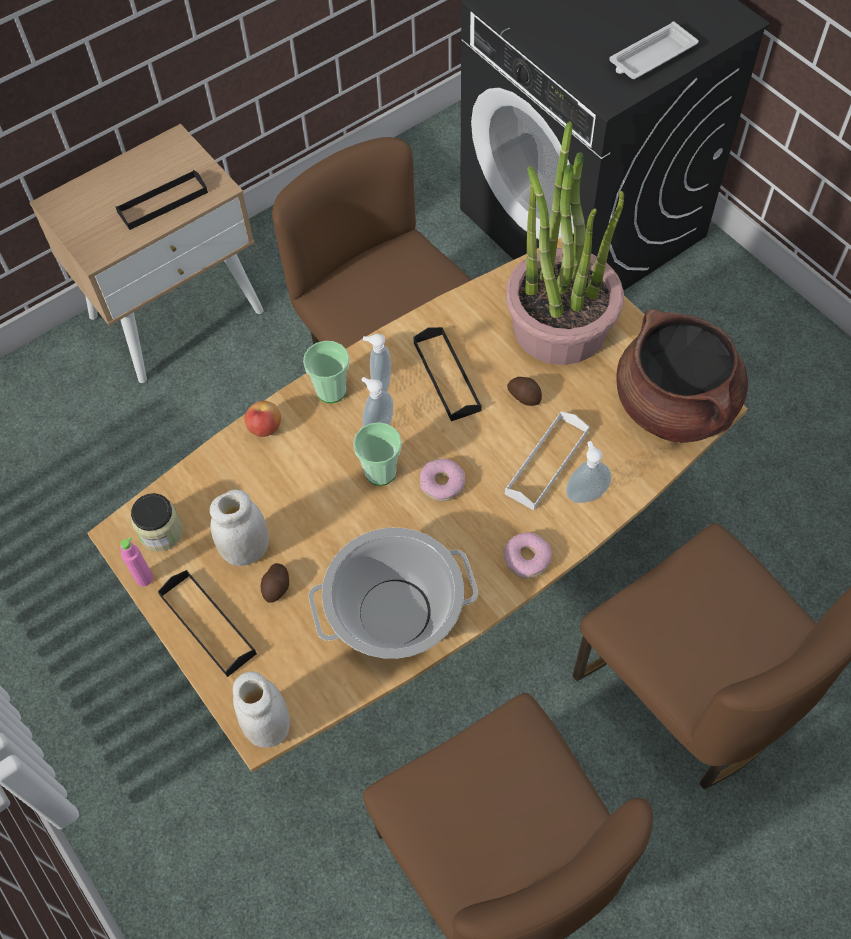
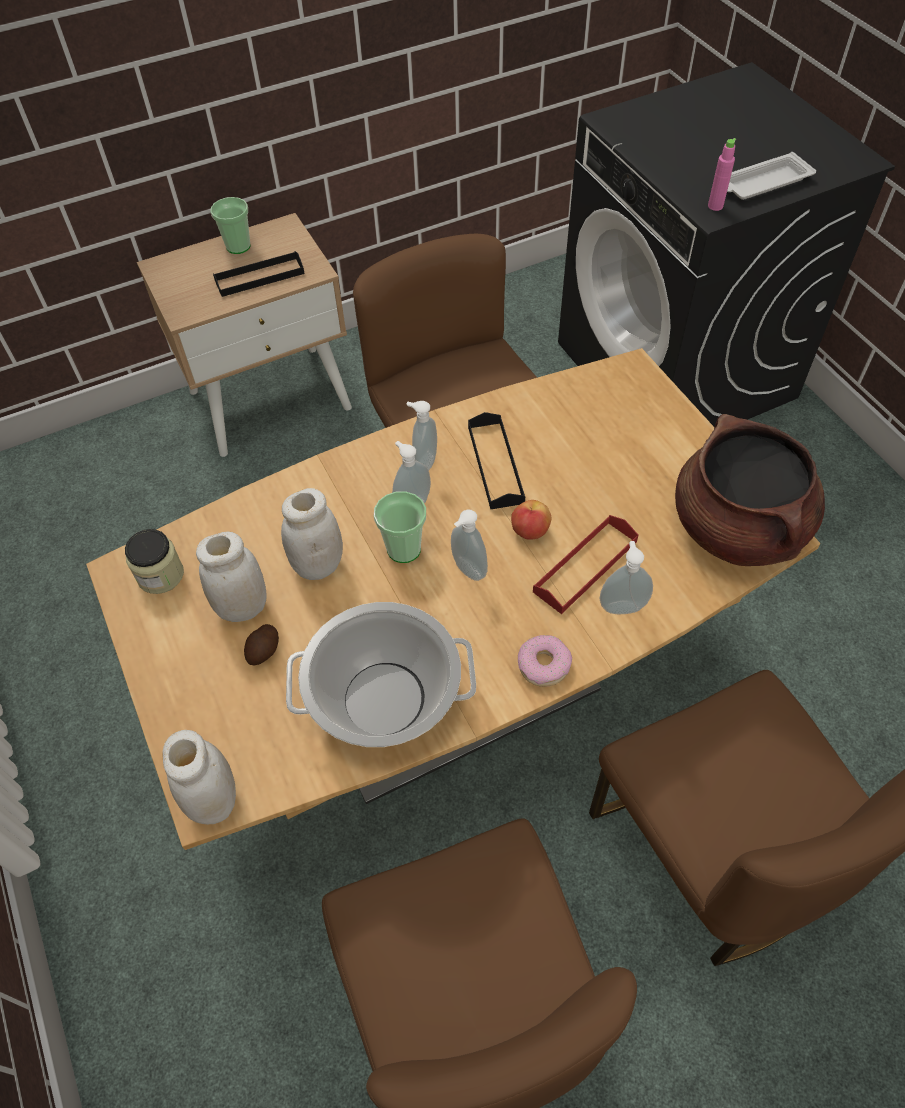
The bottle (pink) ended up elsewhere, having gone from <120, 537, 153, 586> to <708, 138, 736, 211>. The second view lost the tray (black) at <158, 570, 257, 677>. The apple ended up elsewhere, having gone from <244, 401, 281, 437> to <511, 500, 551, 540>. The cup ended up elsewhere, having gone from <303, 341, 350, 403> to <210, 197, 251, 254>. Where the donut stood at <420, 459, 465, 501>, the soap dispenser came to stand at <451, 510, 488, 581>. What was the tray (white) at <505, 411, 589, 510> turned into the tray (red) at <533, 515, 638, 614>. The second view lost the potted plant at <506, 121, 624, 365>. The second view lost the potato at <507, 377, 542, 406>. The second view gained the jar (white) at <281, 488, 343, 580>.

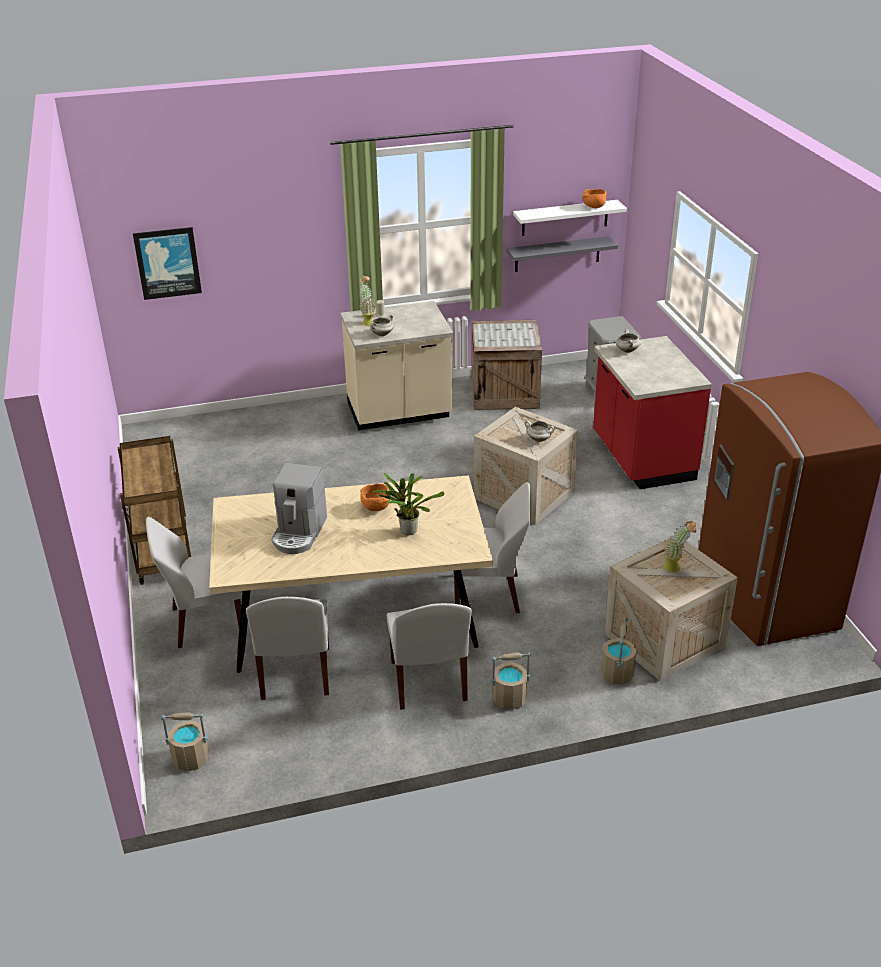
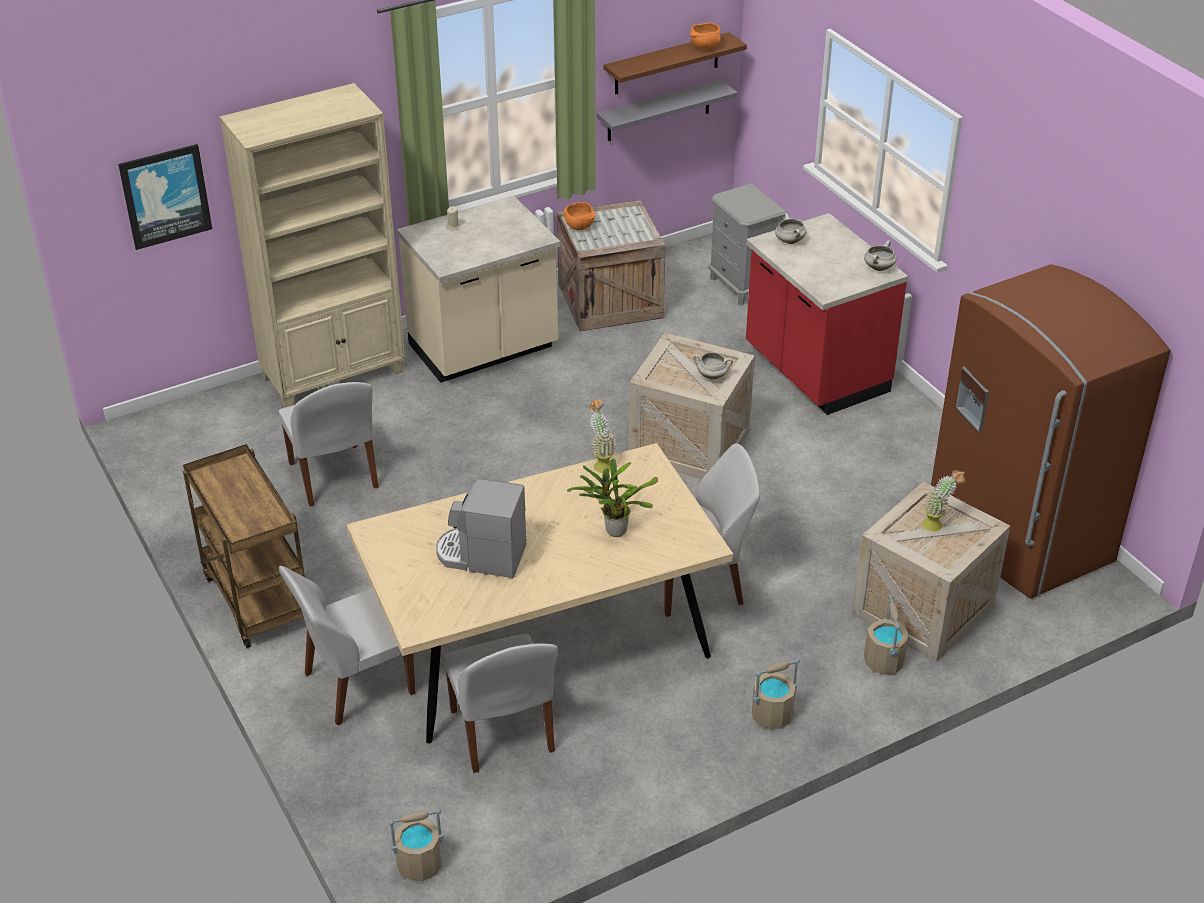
The coffee machine at <271, 463, 327, 554> ended up facing another way, 105 degrees clockwise from before. The potted plant ended up elsewhere, having gone from <359, 276, 376, 326> to <589, 399, 616, 473>. The bowl (orange) ended up elsewhere, having gone from <360, 484, 390, 511> to <563, 202, 595, 230>. The cooking pot (white) ended up elsewhere, having gone from <370, 315, 394, 336> to <864, 240, 897, 271>. The chair (white) ended up elsewhere, having gone from <387, 603, 472, 710> to <279, 382, 379, 507>. What was the shelf (white) at <513, 200, 627, 236> turned into the shelf (brown) at <604, 32, 747, 94>. The second view gained the bookcase (beige) at <220, 83, 405, 408>.

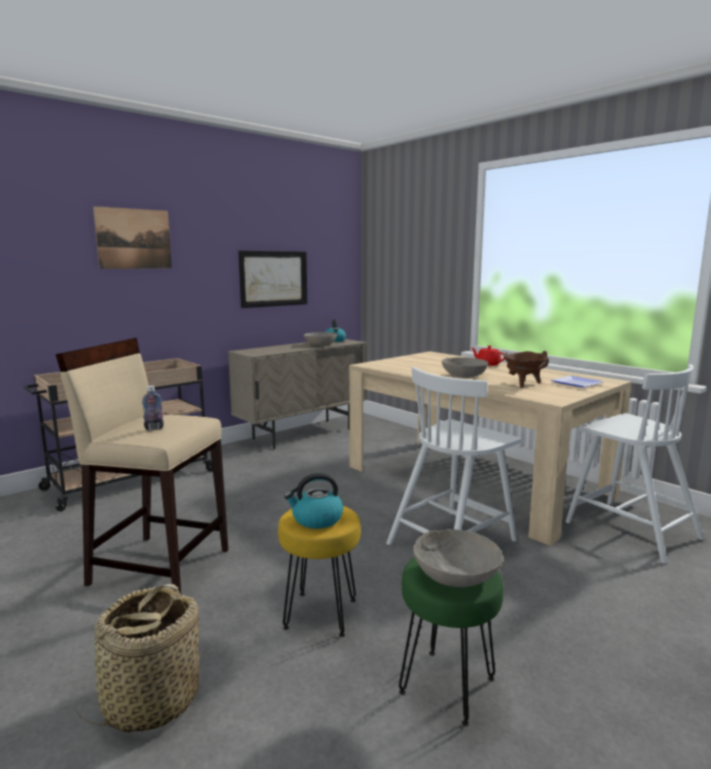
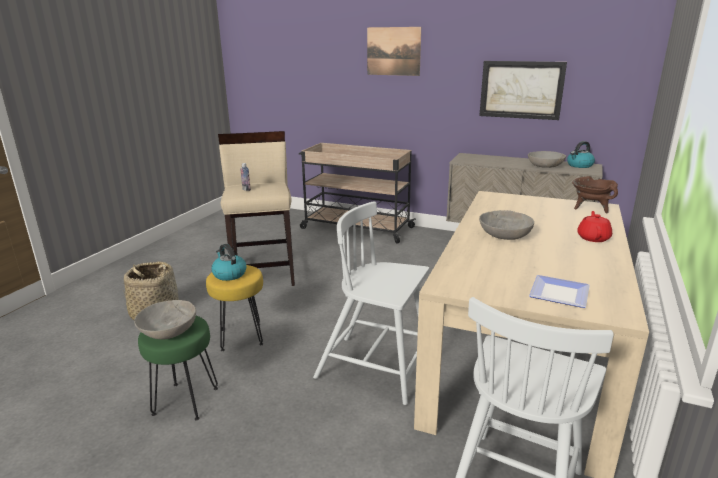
The cooking pot (brown) ended up elsewhere, having gone from <503, 351, 549, 388> to <572, 176, 618, 214>.

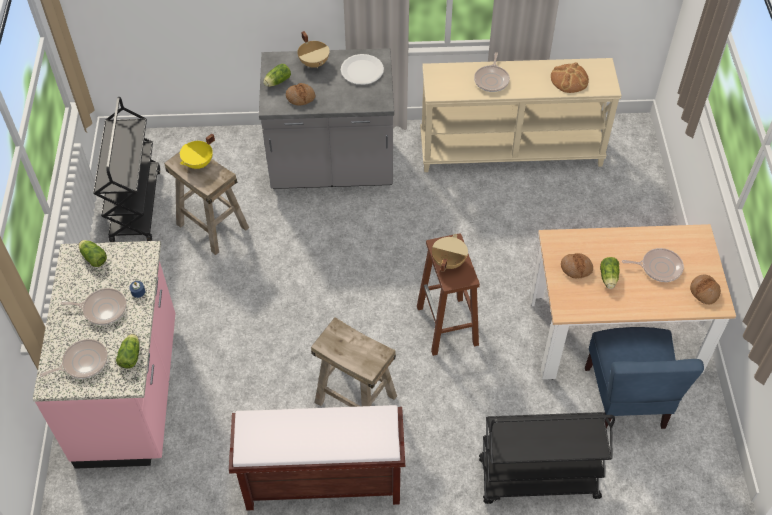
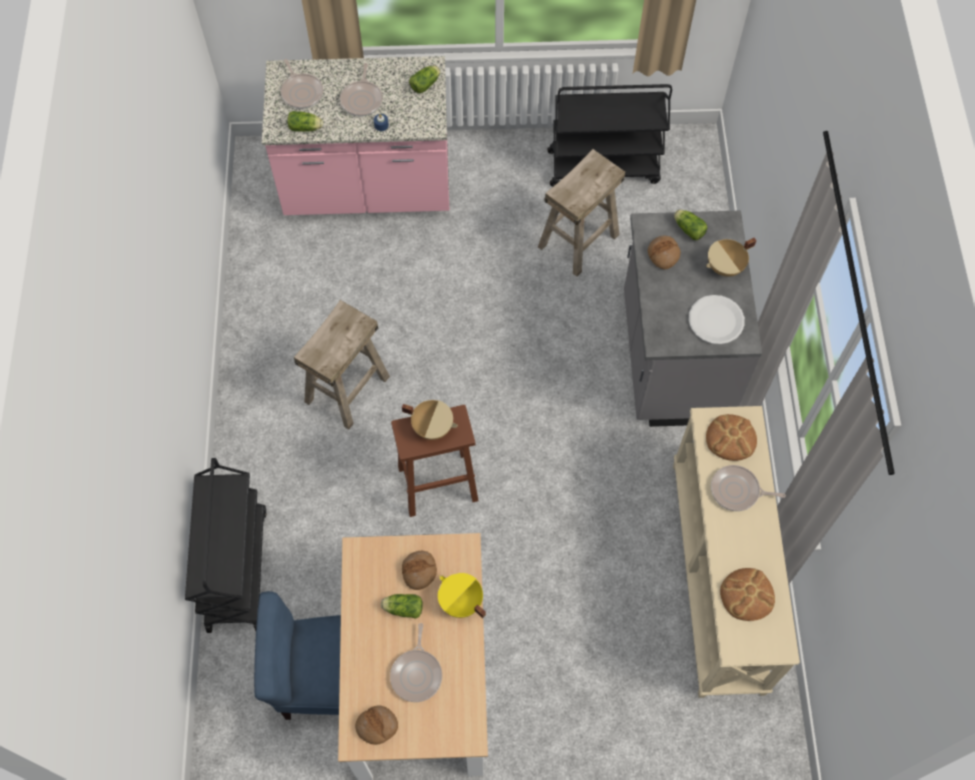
The cooking pot (yellow) ended up elsewhere, having gone from <180, 134, 215, 169> to <438, 573, 486, 618>. The second view lost the bench (brown) at <229, 405, 405, 510>. The second view gained the bread at <706, 414, 757, 461>.

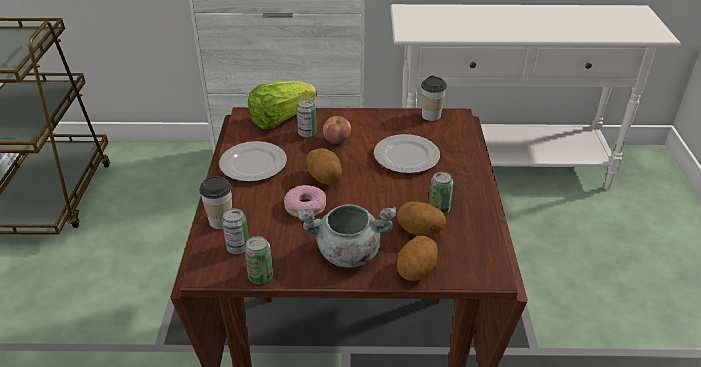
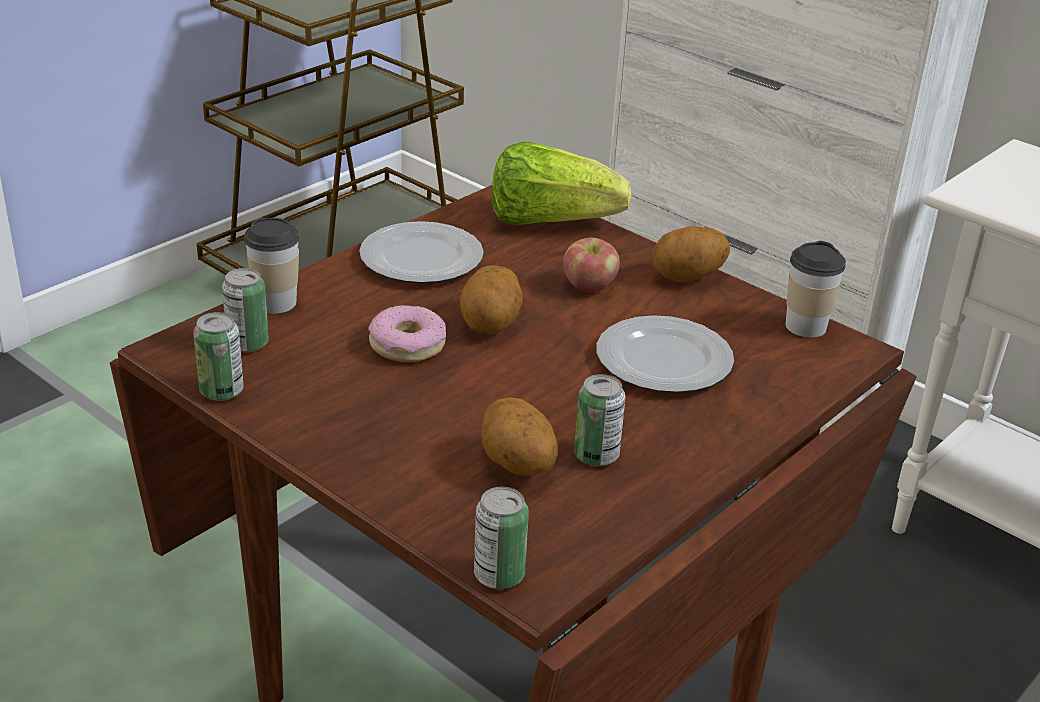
The can ended up elsewhere, having gone from <297, 99, 317, 138> to <474, 487, 529, 589>. The second view lost the cooking pot (grey) at <297, 204, 397, 267>. The potato ended up elsewhere, having gone from <397, 236, 438, 281> to <653, 226, 730, 282>.

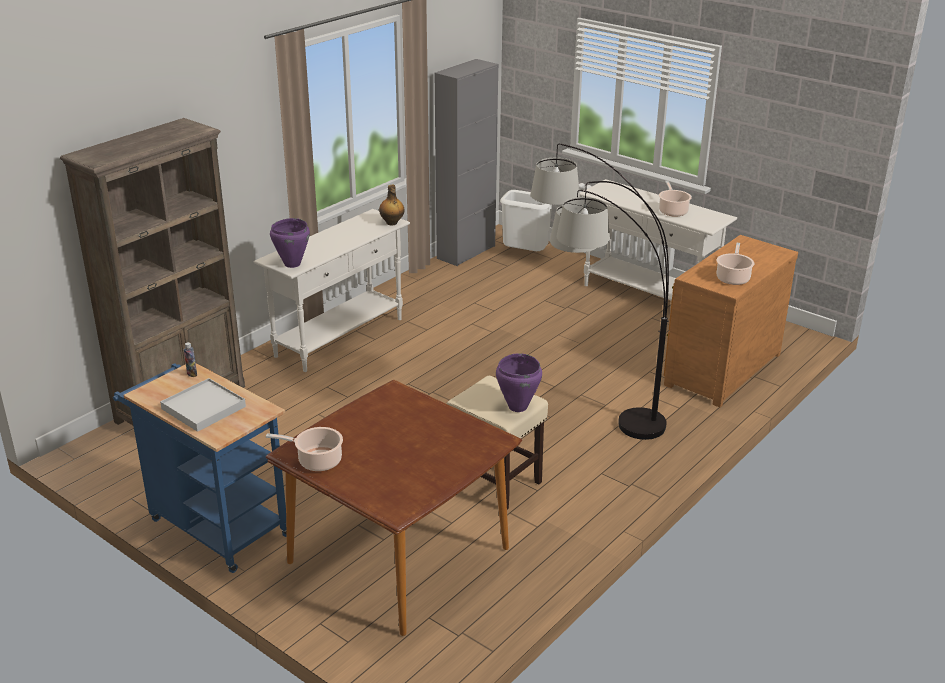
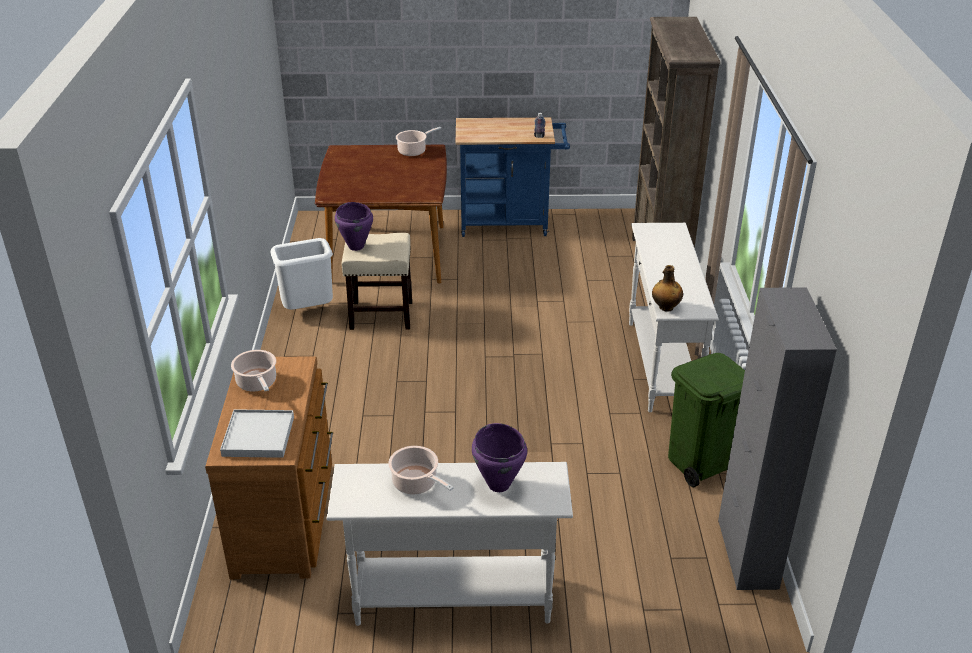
The tray (white) ended up elsewhere, having gone from <160, 378, 246, 432> to <220, 409, 294, 458>. The cooking pot (purple) ended up elsewhere, having gone from <270, 218, 310, 268> to <472, 423, 527, 492>. The trash can (white) ended up elsewhere, having gone from <500, 190, 552, 251> to <271, 238, 333, 310>. The second view lost the floor lamp at <531, 144, 669, 440>. The second view gained the trash can (green) at <668, 353, 745, 487>.

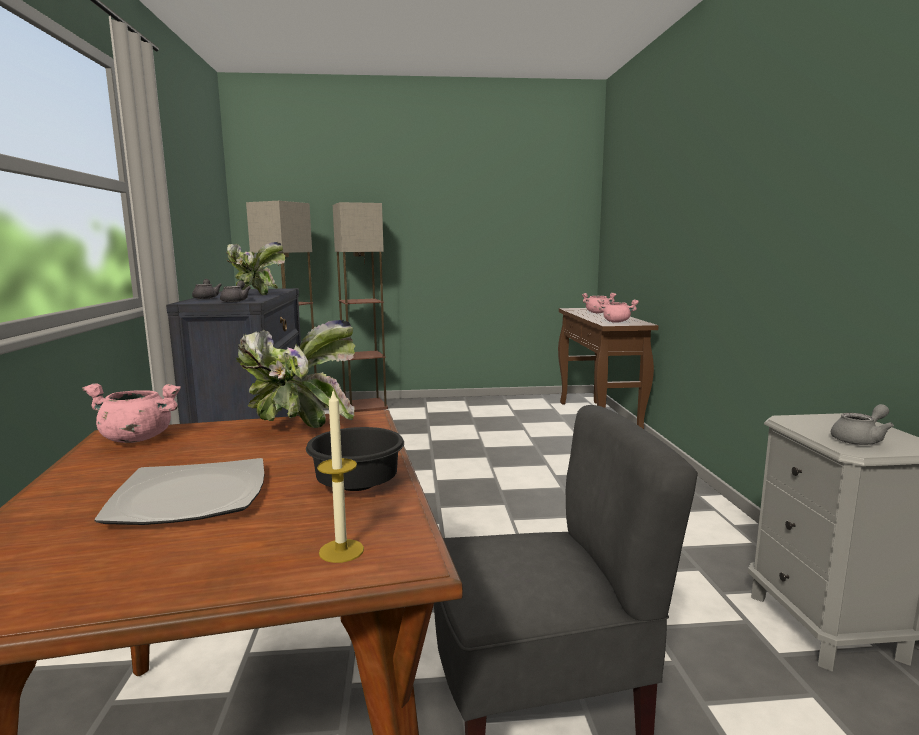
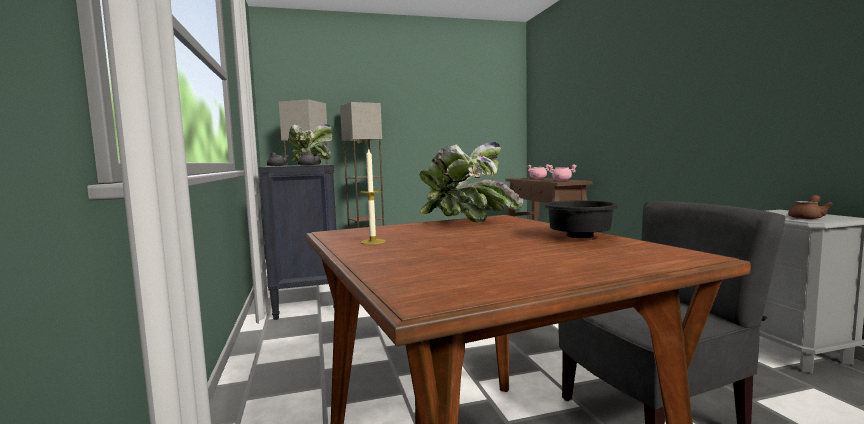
The second view lost the cooking pot (pink) at <82, 383, 181, 443>. The second view lost the plate at <94, 458, 264, 525>. The candle ended up elsewhere, having gone from <317, 389, 364, 563> to <360, 149, 386, 245>. What was the teapot (grey) at <831, 404, 894, 445> turned into the teapot (brown) at <788, 195, 833, 219>.

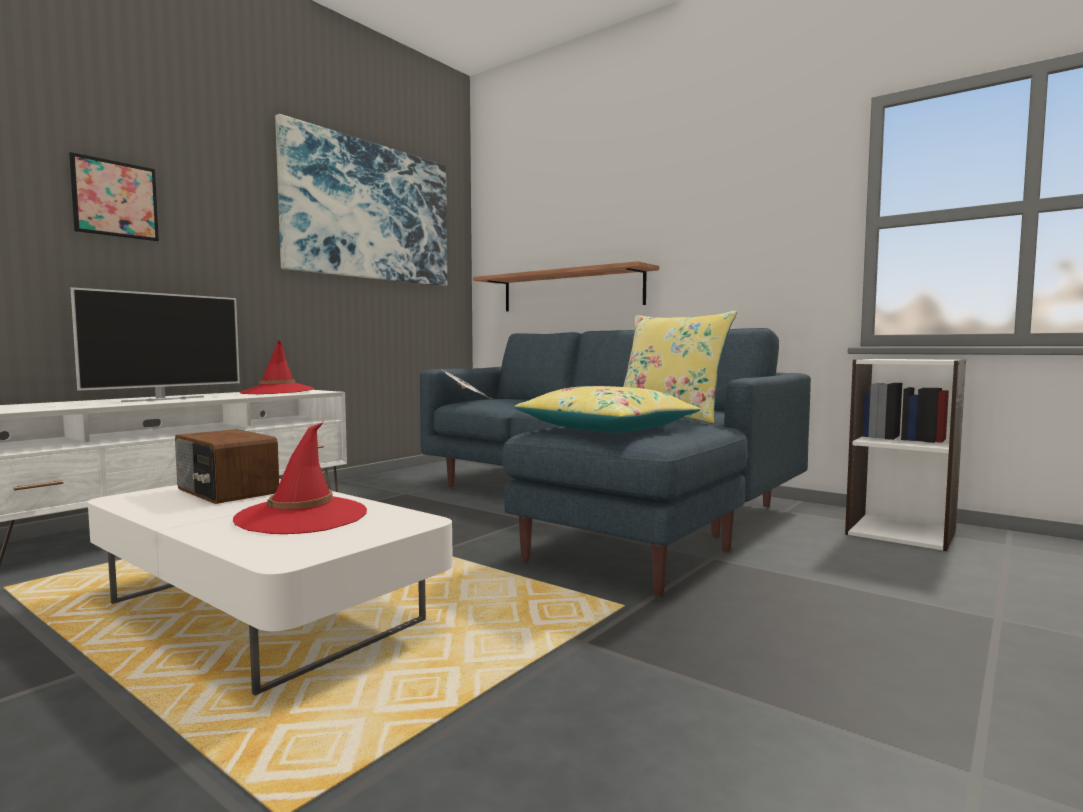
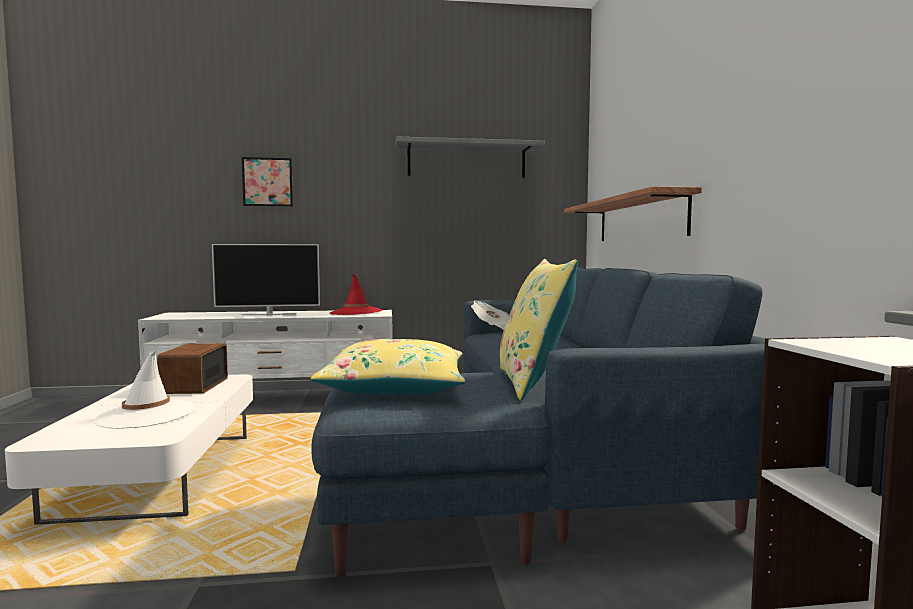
What was the hat (red) at <233, 422, 367, 534> turned into the hat (white) at <95, 351, 196, 429>. Where the picture hung at <275, 114, 447, 286>, the shelf (grey) came to hang at <396, 136, 545, 178>.

